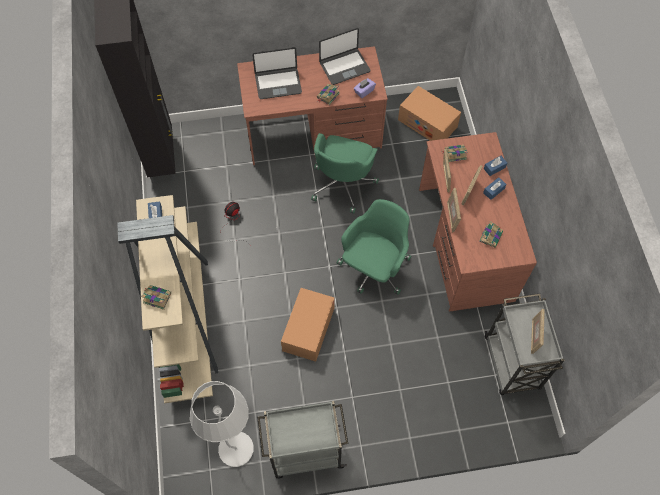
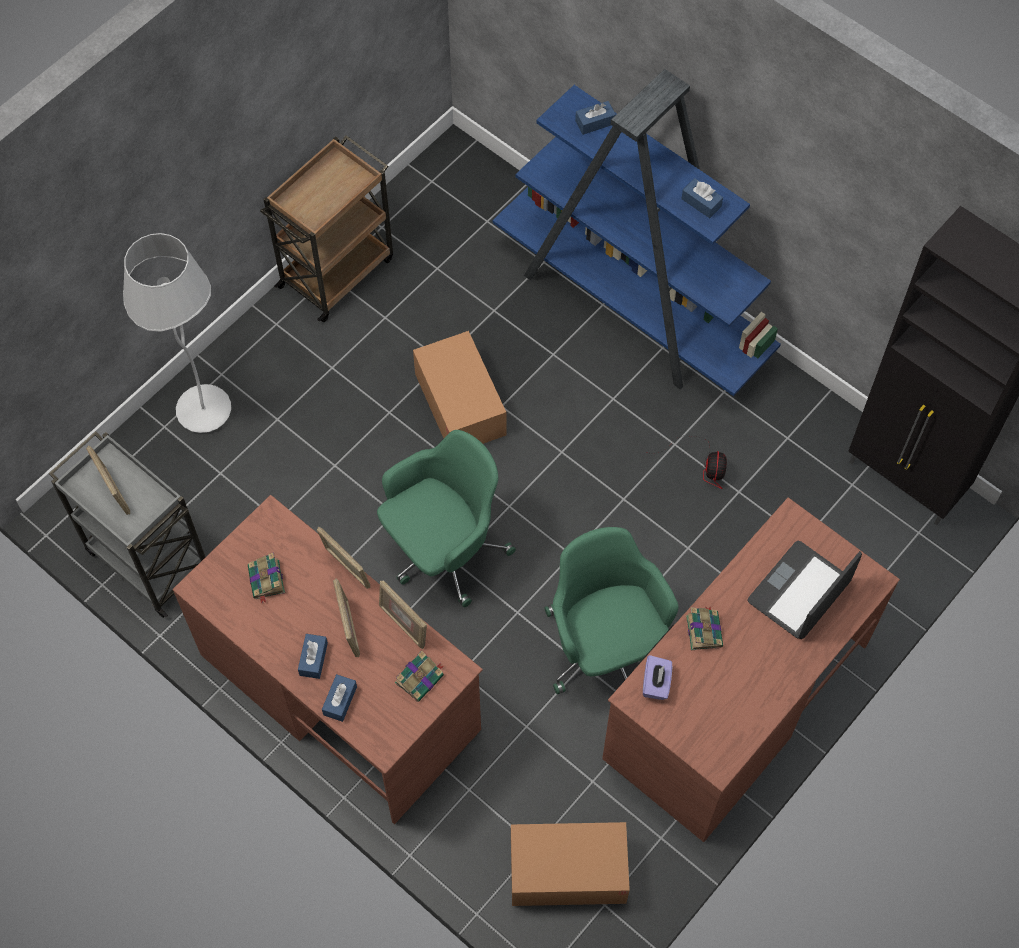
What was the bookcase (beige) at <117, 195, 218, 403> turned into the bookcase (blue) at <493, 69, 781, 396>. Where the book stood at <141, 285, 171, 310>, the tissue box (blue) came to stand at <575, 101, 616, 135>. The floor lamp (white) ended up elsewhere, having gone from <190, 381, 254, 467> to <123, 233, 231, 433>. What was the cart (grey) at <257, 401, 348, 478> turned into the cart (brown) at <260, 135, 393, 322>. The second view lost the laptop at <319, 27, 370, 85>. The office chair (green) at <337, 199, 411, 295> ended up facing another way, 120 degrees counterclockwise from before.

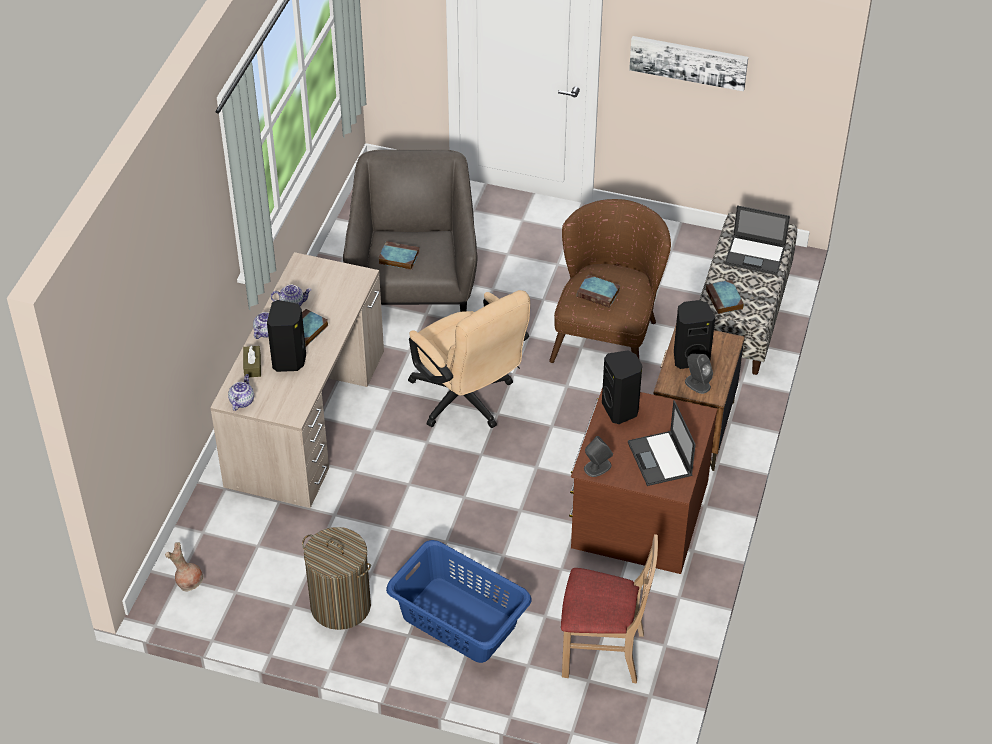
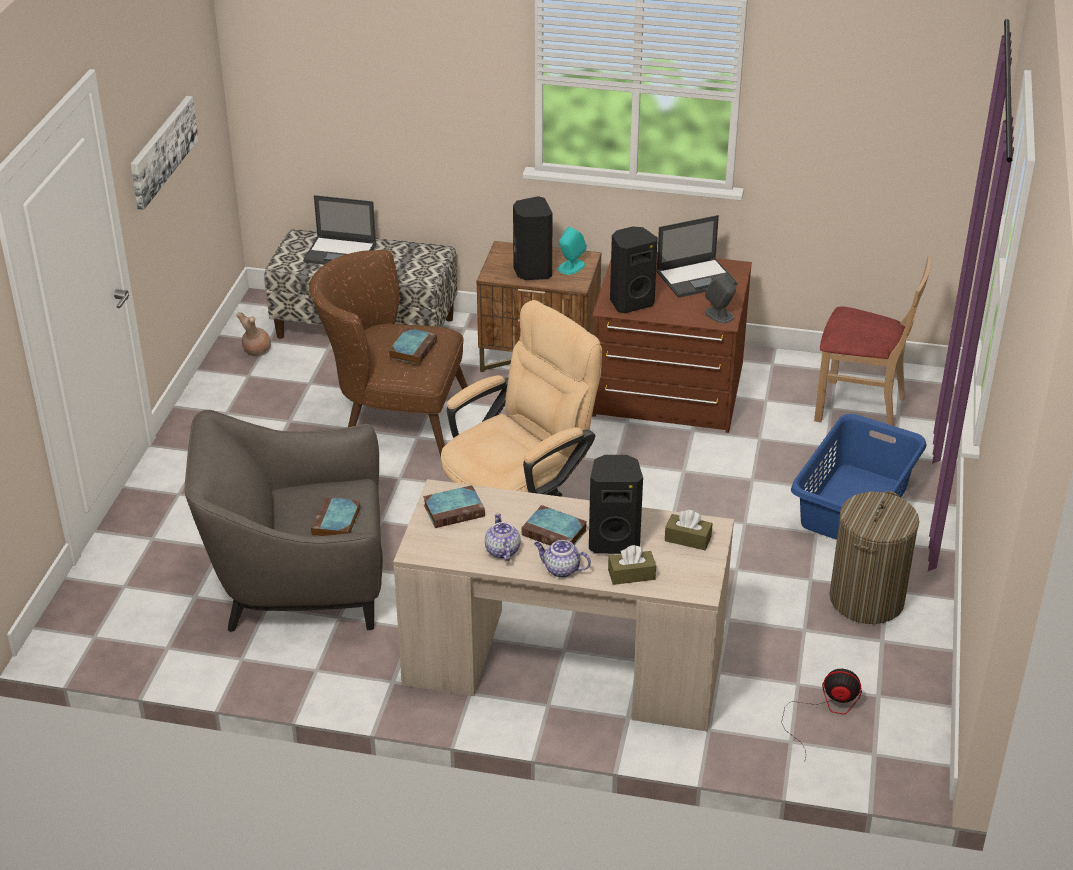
The vase (brown) ended up elsewhere, having gone from <165, 542, 204, 591> to <236, 312, 271, 357>. The second view lost the teapot at <228, 374, 254, 411>. The chair (beige) at <561, 534, 658, 683> ended up facing another way, 105 degrees clockwise from before. What was the speaker (grey) at <685, 353, 713, 394> turned into the speaker (turquoise) at <558, 227, 587, 275>. The book ended up elsewhere, having gone from <706, 280, 744, 314> to <423, 485, 485, 528>. The laptop at <725, 205, 790, 275> ended up facing another way, 90 degrees clockwise from before. The second view gained the tissue box (brown) at <665, 510, 713, 550>. The second view gained the fan at <781, 669, 862, 759>.

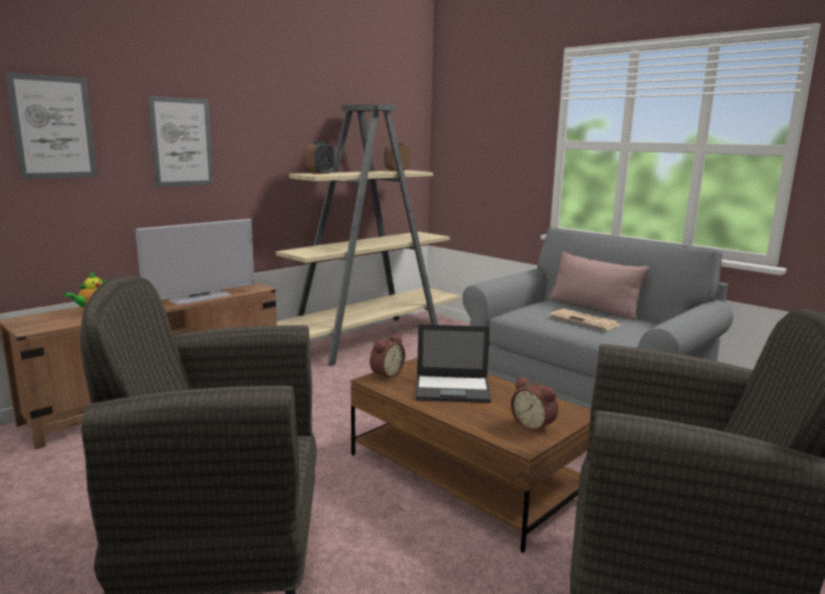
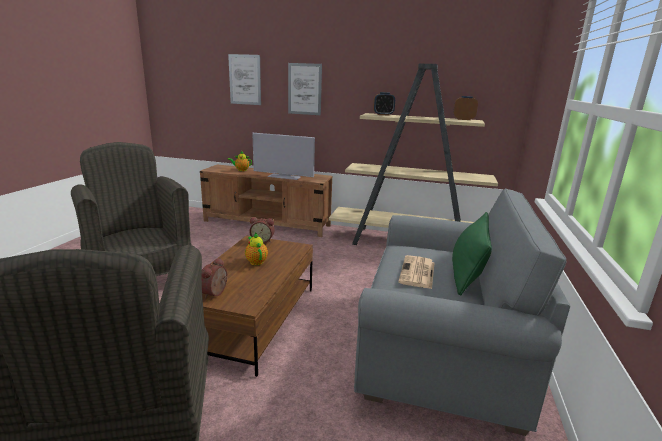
Where the laptop stood at <415, 324, 491, 403>, the teapot came to stand at <245, 233, 268, 265>. What was the pillow (pink) at <549, 252, 650, 320> turned into the pillow (green) at <452, 212, 492, 296>.

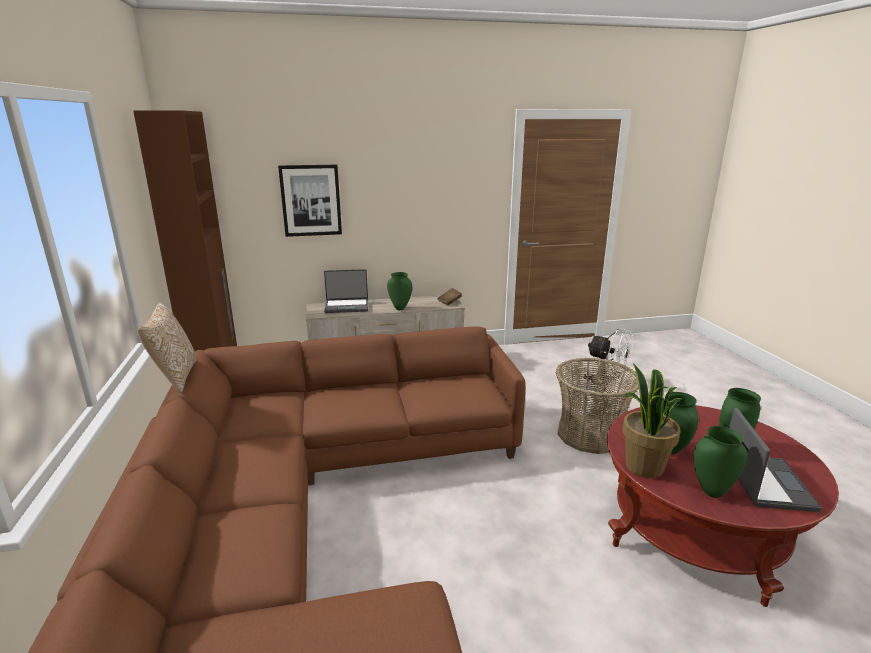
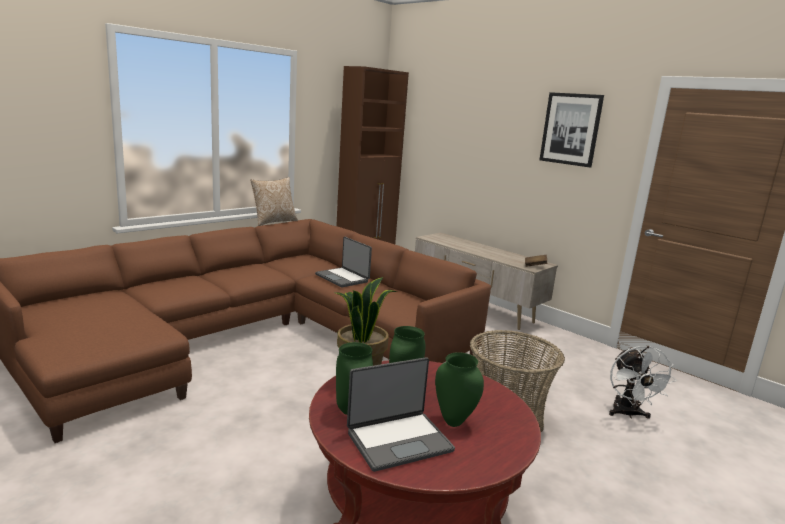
The picture ended up elsewhere, having gone from <278, 165, 342, 237> to <540, 92, 604, 167>. The laptop ended up elsewhere, having gone from <324, 269, 368, 313> to <315, 237, 372, 287>. The second view lost the vase (green) at <387, 272, 412, 310>.

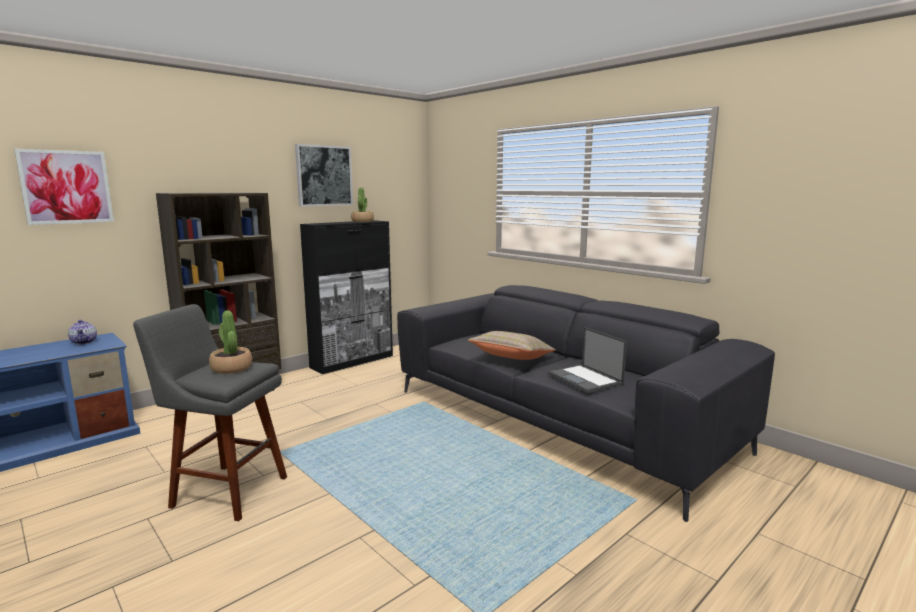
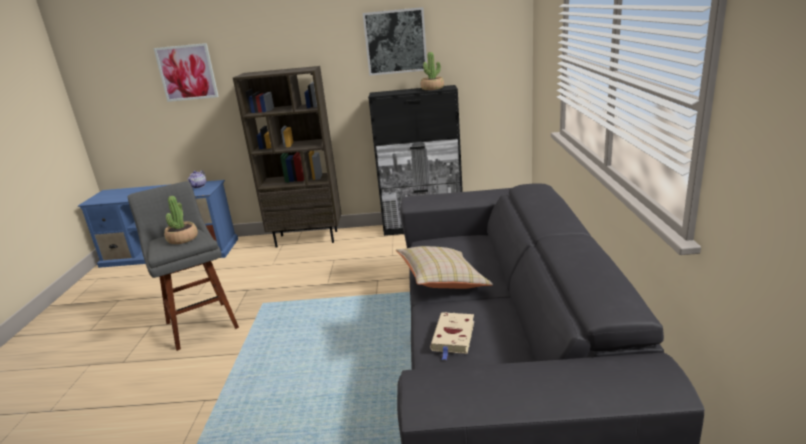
Where the laptop stood at <548, 327, 627, 393>, the book (beige) came to stand at <430, 312, 474, 360>.

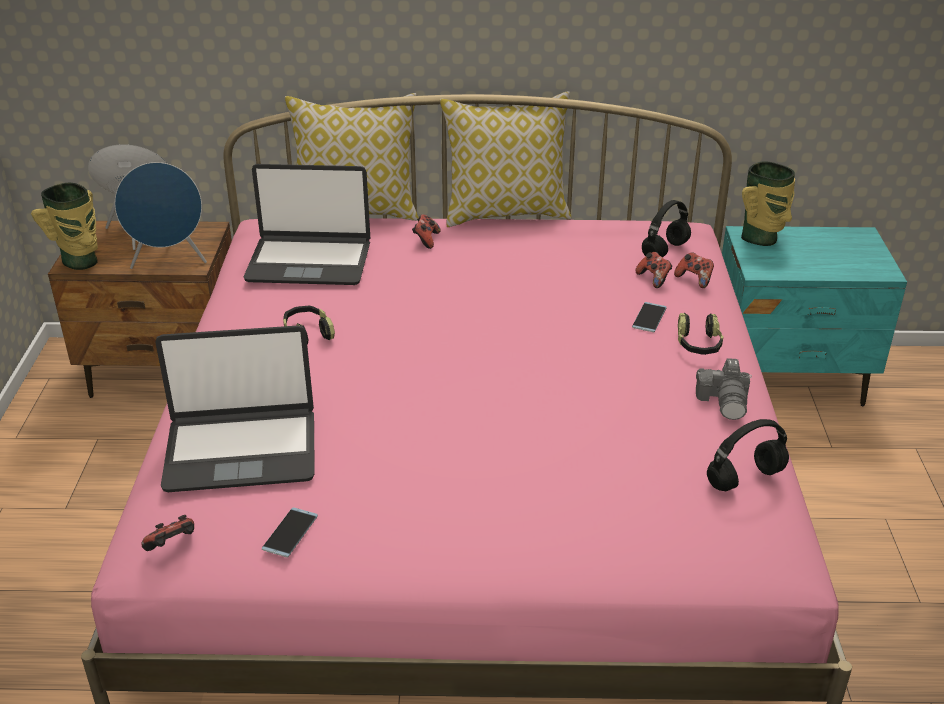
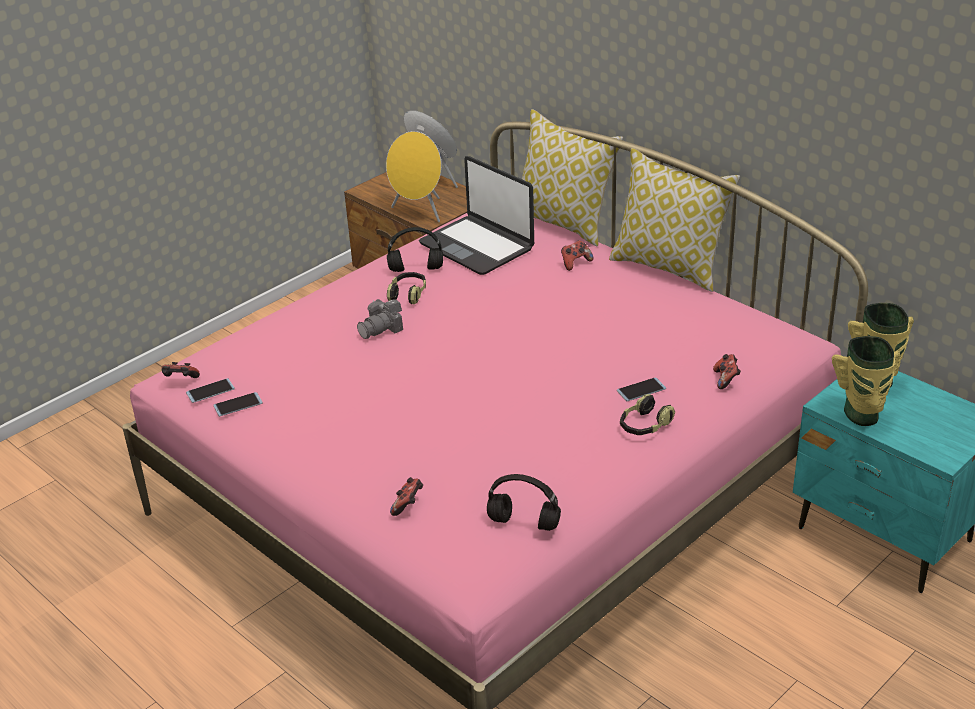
The vase ended up elsewhere, having gone from <31, 183, 98, 270> to <832, 336, 900, 426>. What was the speaker (blue) at <115, 162, 207, 269> turned into the speaker (yellow) at <386, 131, 441, 222>. The second view lost the laptop at <155, 325, 315, 492>. The game controller ended up elsewhere, having gone from <635, 252, 672, 288> to <390, 477, 423, 516>. The headphones (black) ended up elsewhere, having gone from <642, 200, 691, 257> to <387, 227, 443, 272>. The photo camera ended up elsewhere, having gone from <696, 358, 752, 420> to <357, 299, 403, 339>. The second view gained the phone at <186, 378, 235, 403>.

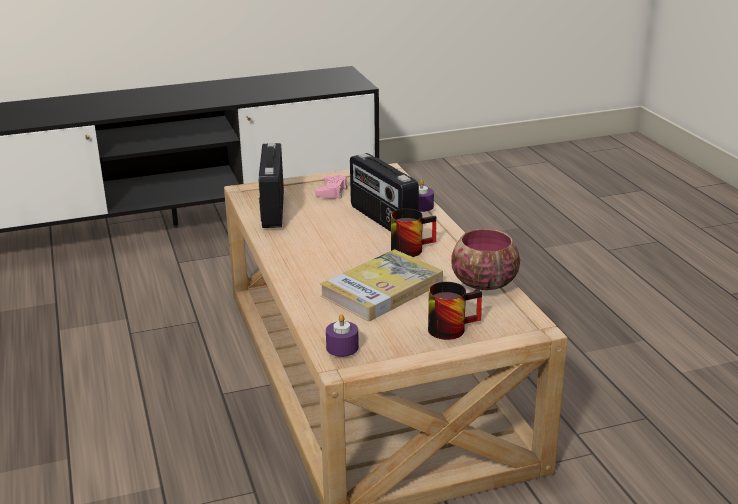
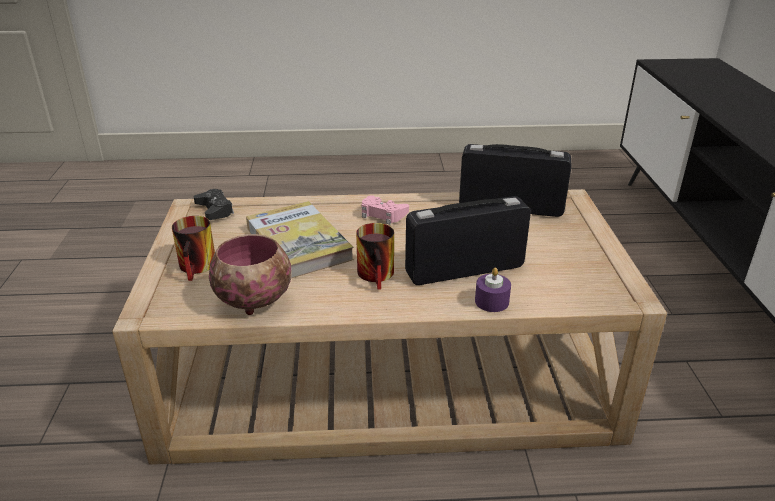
The game controller (pink) ended up elsewhere, having gone from <315, 175, 348, 199> to <362, 195, 409, 224>. Where the candle (purple) stood at <326, 314, 359, 357>, the game controller (black) came to stand at <194, 189, 234, 220>.

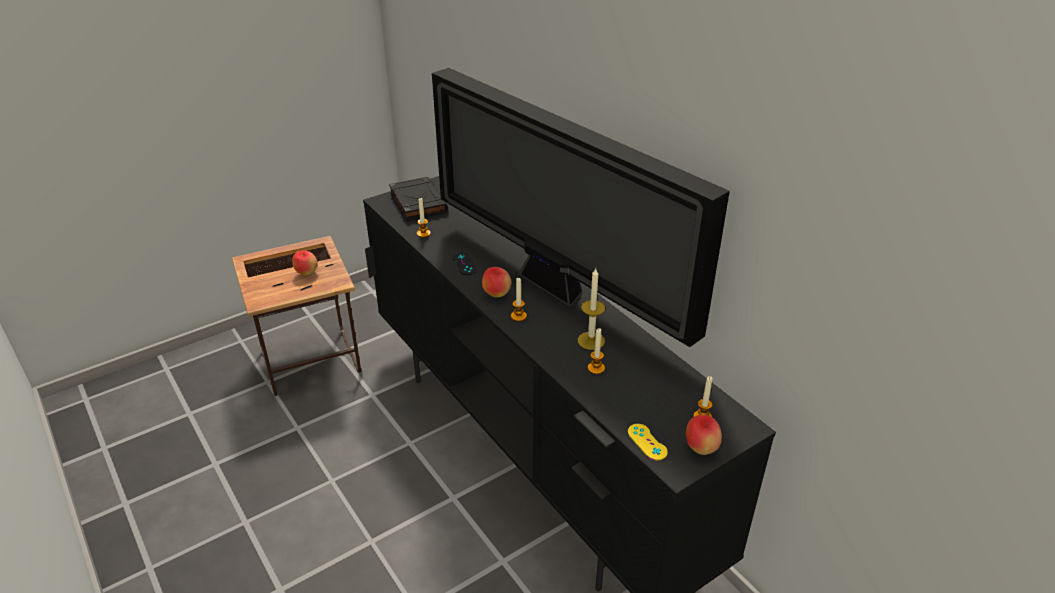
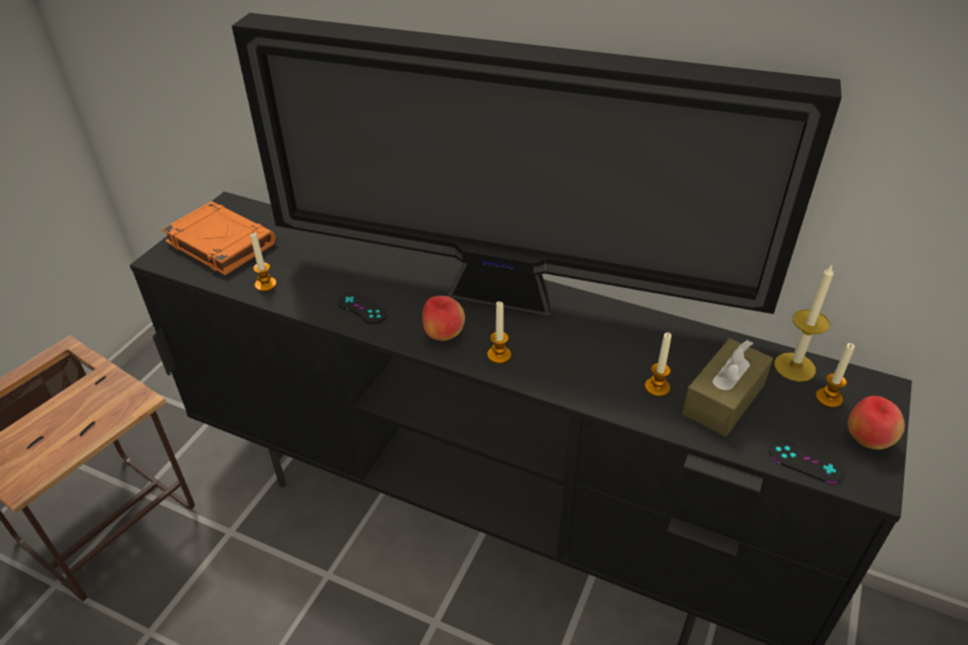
The second view lost the apple at <292, 250, 318, 276>. What was the book (black) at <389, 177, 448, 221> turned into the book (orange) at <162, 201, 276, 275>. The candle ended up elsewhere, having gone from <578, 268, 605, 350> to <774, 264, 834, 382>. What was the game controller (yellow) at <628, 424, 668, 460> turned into the game controller (black) at <769, 440, 845, 483>. The second view gained the tissue box (brown) at <682, 338, 773, 437>.

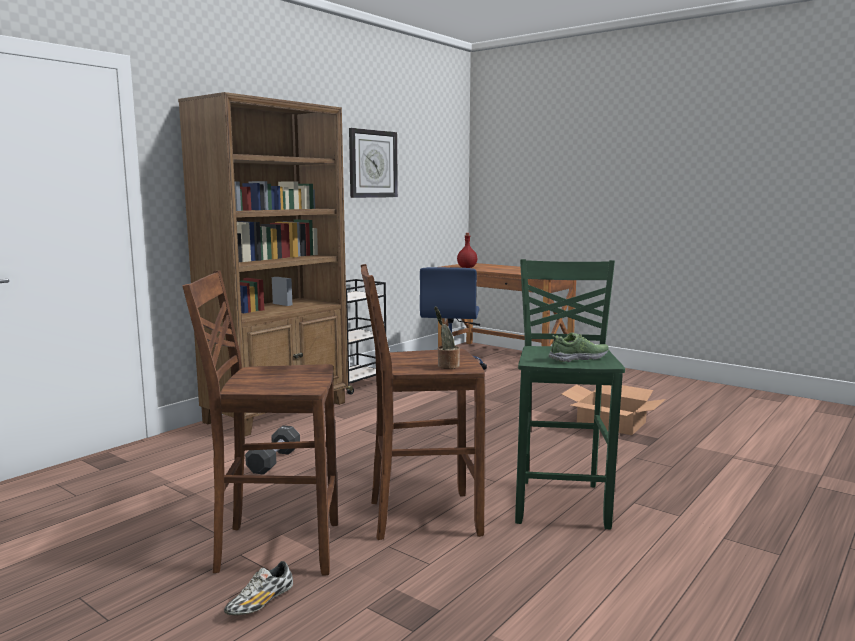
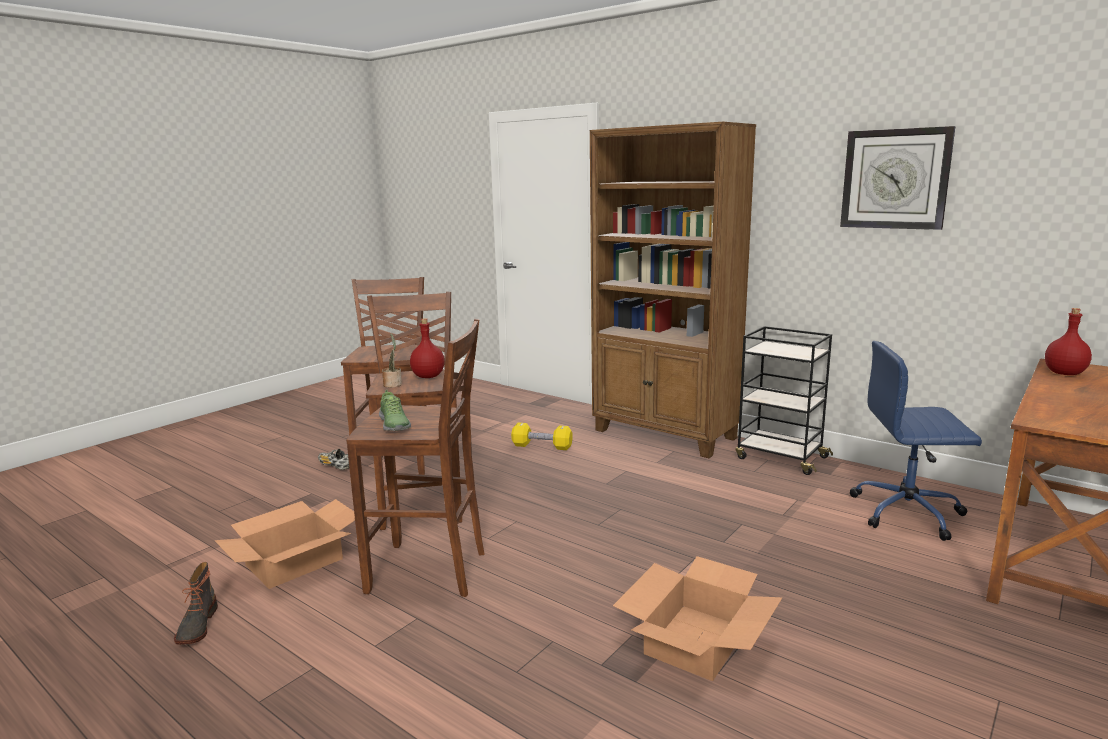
What was the dumbbell (black) at <245, 425, 300, 475> turned into the dumbbell (yellow) at <511, 423, 573, 450>. What was the stool (green) at <515, 259, 625, 530> turned into the stool (brown) at <346, 319, 485, 597>. The second view gained the boot at <174, 562, 218, 645>. The second view gained the cardboard box at <214, 499, 355, 589>. The second view gained the bottle (red) at <410, 318, 444, 378>.

